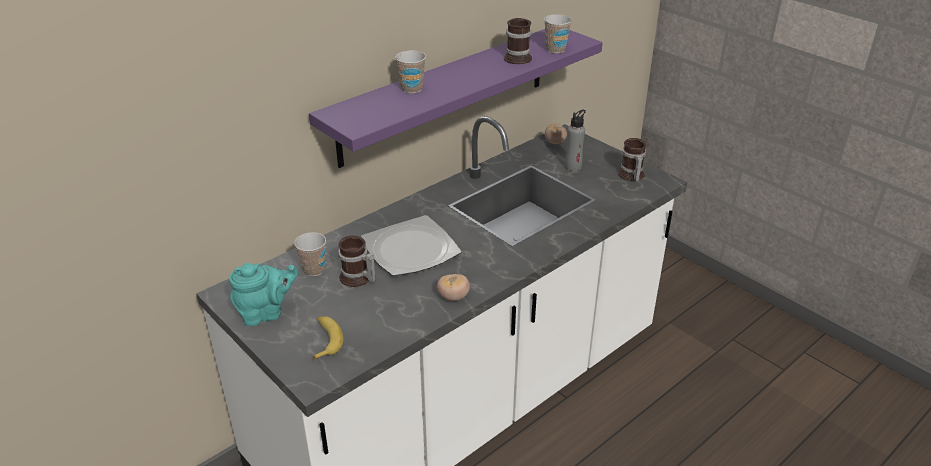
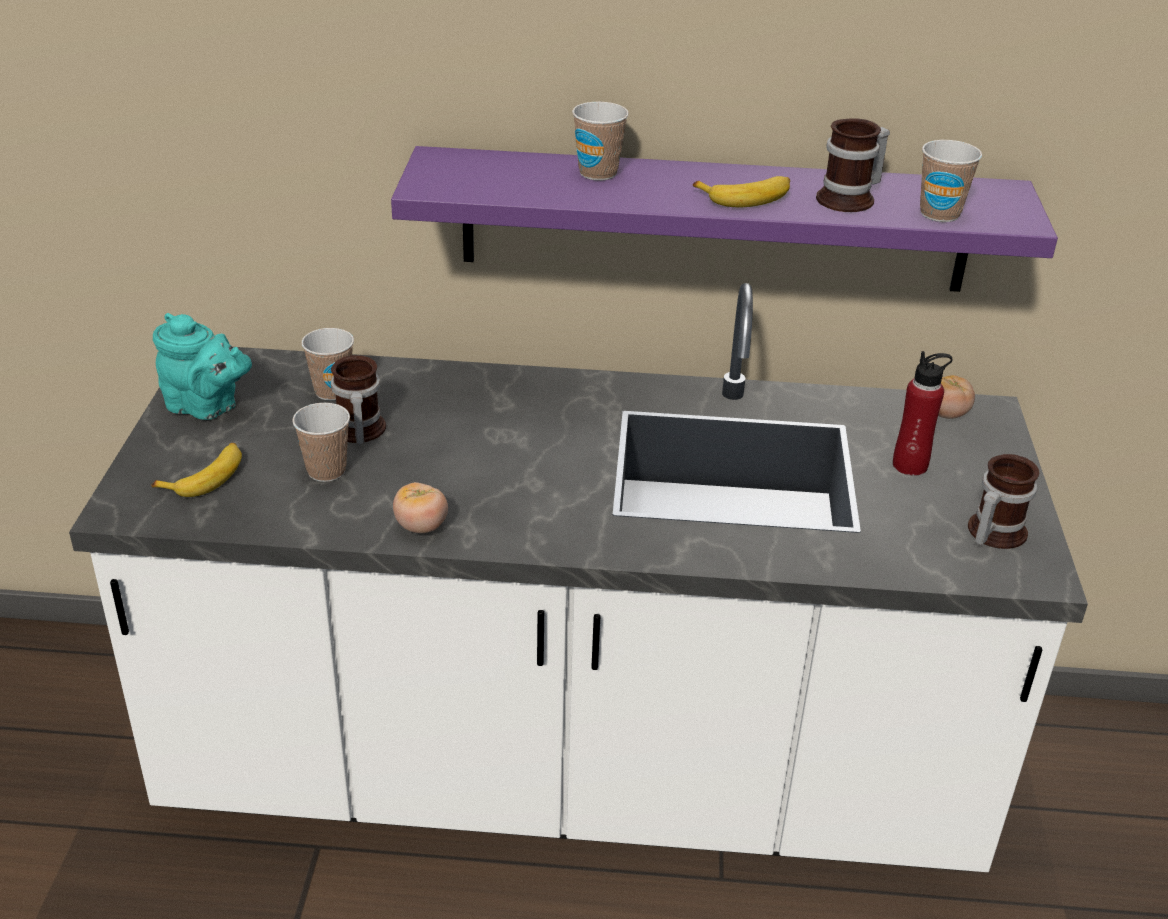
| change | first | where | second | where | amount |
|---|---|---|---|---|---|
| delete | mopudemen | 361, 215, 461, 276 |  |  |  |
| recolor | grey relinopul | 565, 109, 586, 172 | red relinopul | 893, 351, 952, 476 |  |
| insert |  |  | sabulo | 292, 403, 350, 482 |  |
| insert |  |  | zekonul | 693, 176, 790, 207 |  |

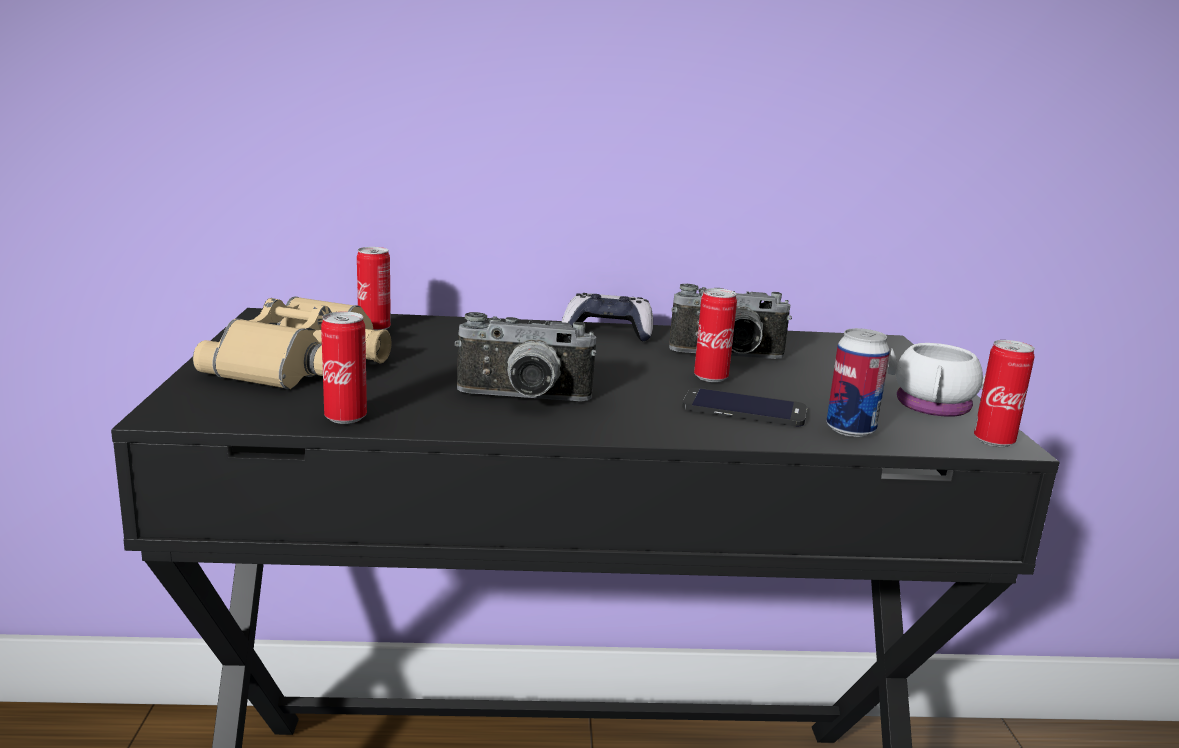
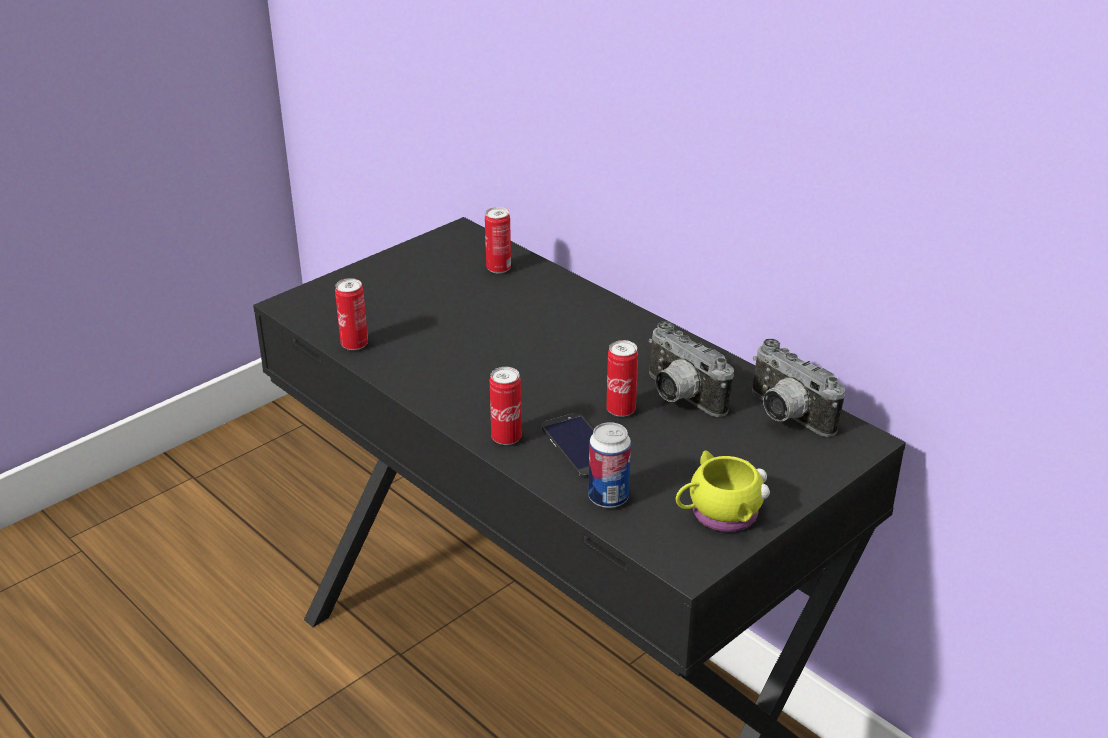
| change | first | where | second | where | amount |
|---|---|---|---|---|---|
| delete | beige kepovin | 193, 296, 392, 389 |  |  |  |
| move | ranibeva | 455, 312, 597, 401 |  | 752, 339, 845, 437 |  |
| delete | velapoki | 562, 293, 653, 342 |  |  |  |
| recolor | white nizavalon | 888, 343, 986, 417 | yellow nizavalon | 676, 450, 770, 532 |  |
| move | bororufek | 974, 340, 1035, 447 |  | 490, 367, 522, 445 |  |

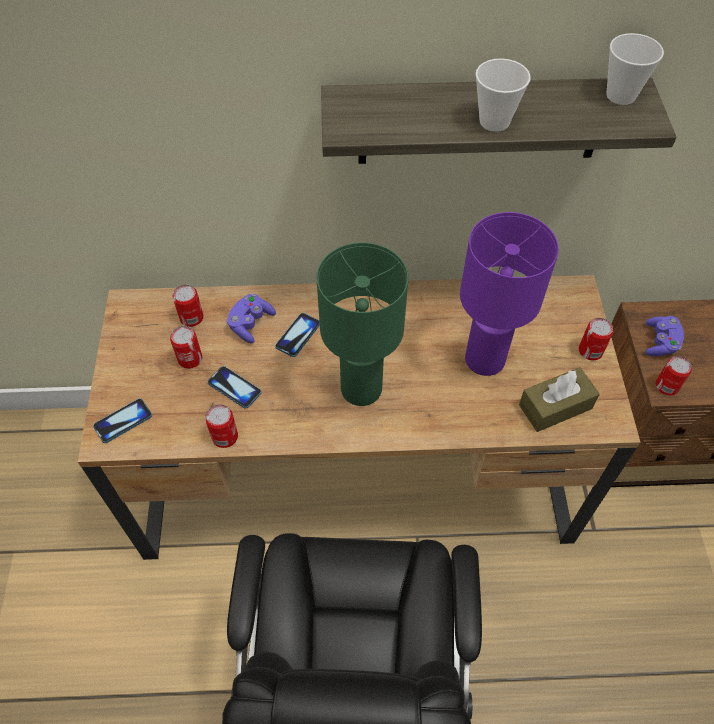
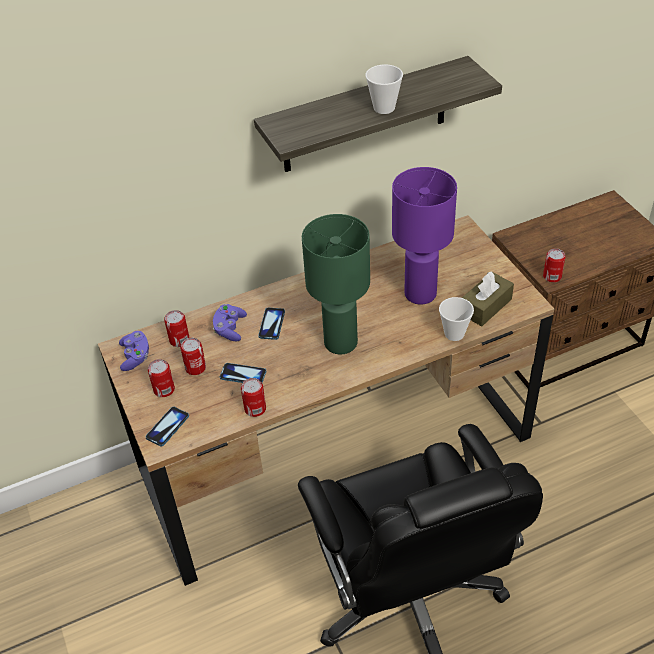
| change | first | where | second | where | amount |
|---|---|---|---|---|---|
| move | bororufek | 579, 318, 614, 360 |  | 148, 359, 175, 397 |  |
| move | sabulo | 606, 33, 664, 105 |  | 439, 297, 474, 341 |  |
| move | purple velapoki | 645, 316, 684, 357 |  | 119, 331, 149, 371 |  |

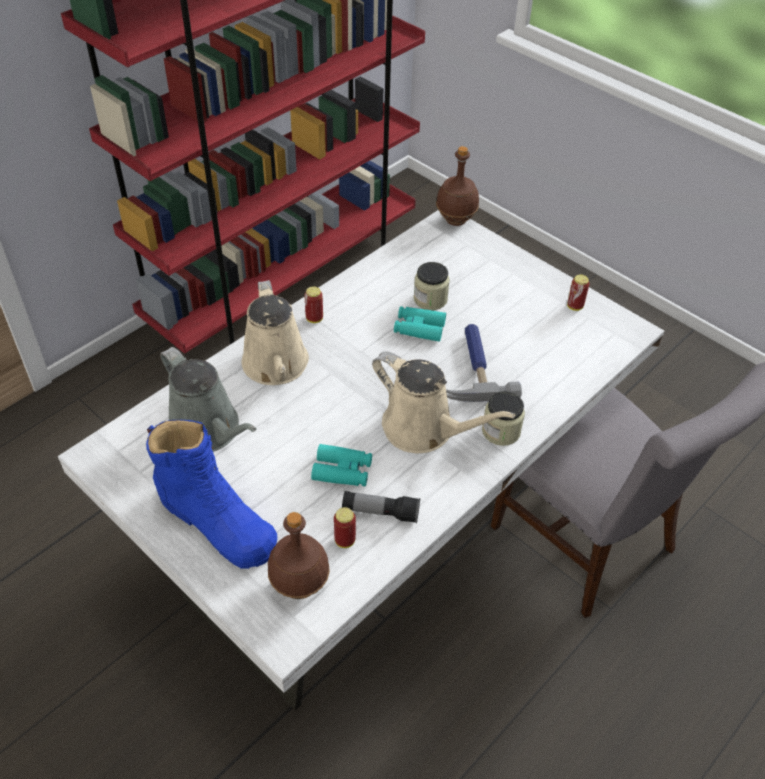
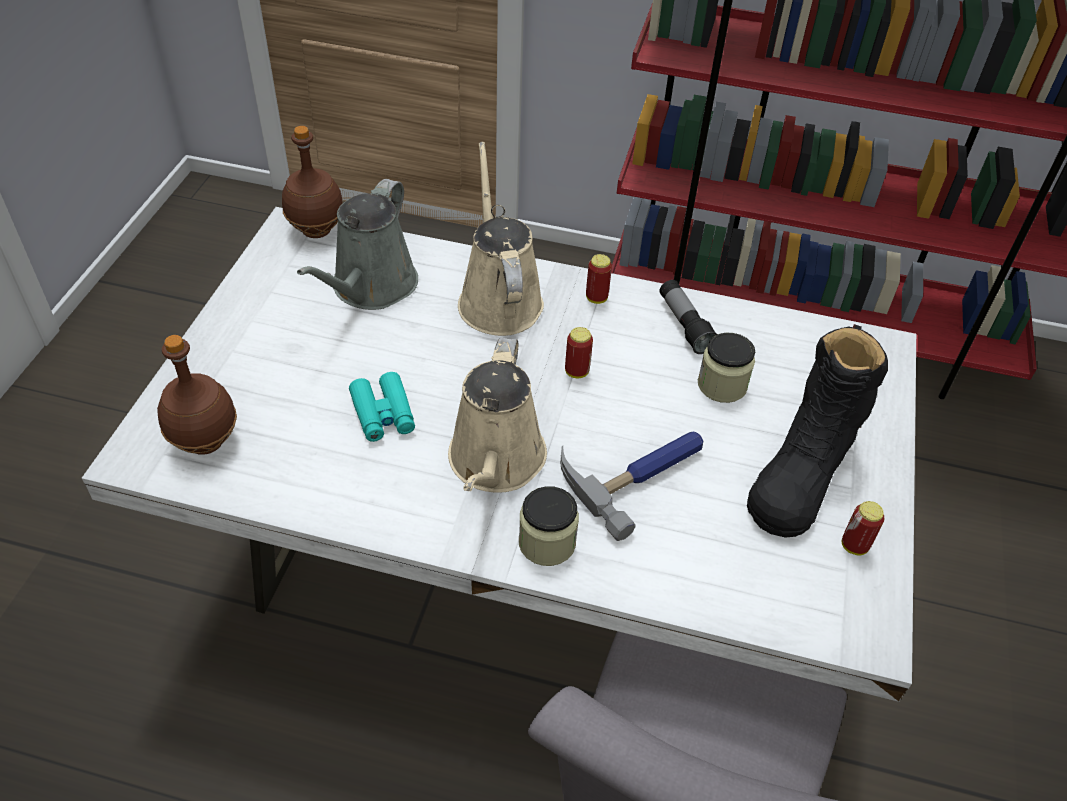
| change | first | where | second | where | amount |
|---|---|---|---|---|---|
| delete | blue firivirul | 146, 420, 277, 569 |  |  |  |
| rotate | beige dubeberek | 241, 280, 309, 385 |  | 458, 142, 544, 336 | 120 degrees clockwise |
| move | bororufek | 334, 507, 356, 548 |  | 565, 327, 593, 378 |  |
| move | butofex | 342, 491, 420, 523 |  | 659, 280, 718, 354 |  |
| delete | turquoise kepovin | 394, 306, 446, 342 |  |  |  |
| move | brown relinopul | 436, 146, 479, 226 |  | 282, 126, 343, 238 |  |
| insert |  |  | black firivirul | 747, 324, 888, 538 |  |

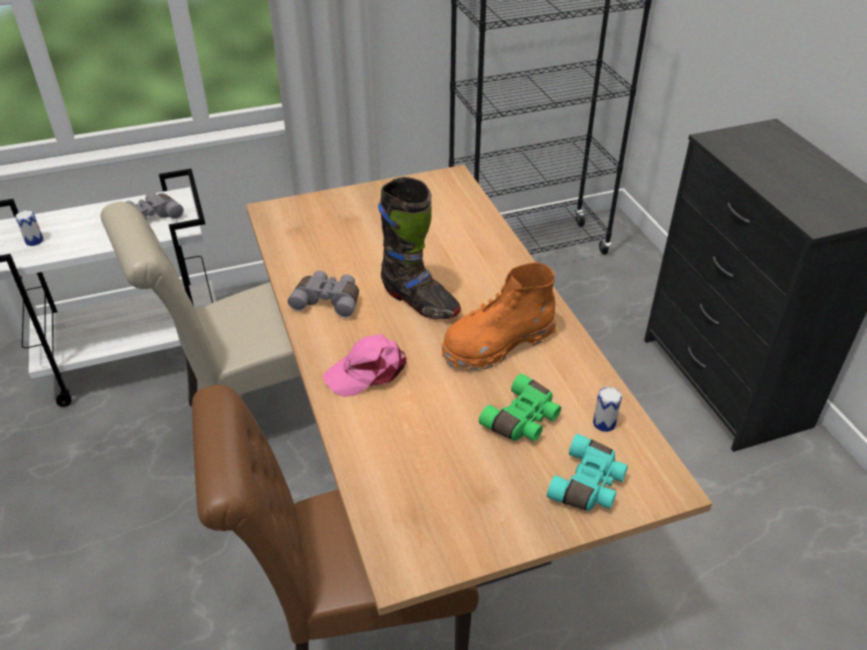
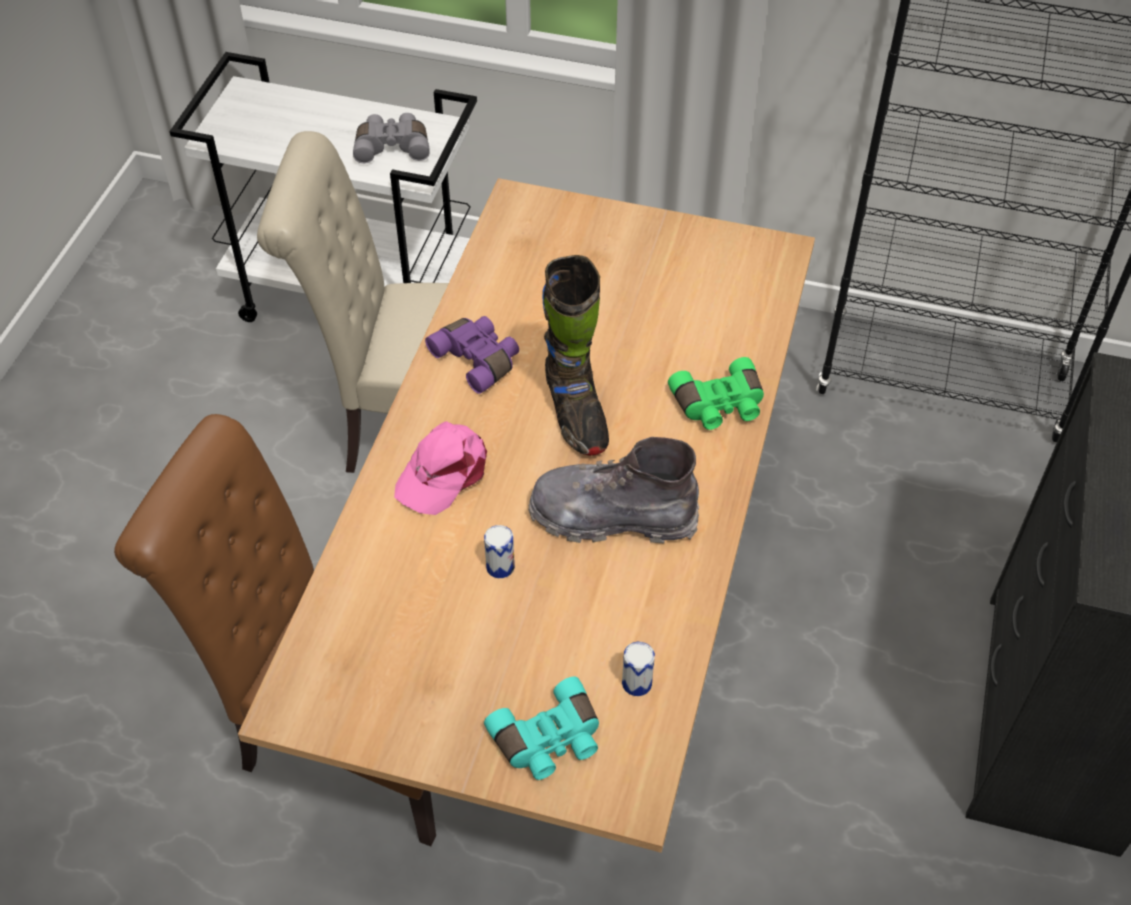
| change | first | where | second | where | amount |
|---|---|---|---|---|---|
| move | bororufek | 15, 210, 43, 246 |  | 484, 525, 515, 578 |  |
| recolor | grey kepovin | 288, 271, 359, 318 | purple kepovin | 425, 316, 519, 394 |  |
| rotate | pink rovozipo | 323, 334, 406, 397 |  | 394, 421, 487, 515 | 60 degrees counterclockwise |
| recolor | orange firivirul | 441, 262, 557, 370 | grey firivirul | 528, 437, 699, 544 |  |
| move | green kepovin | 479, 374, 561, 441 |  | 668, 357, 764, 430 |  |

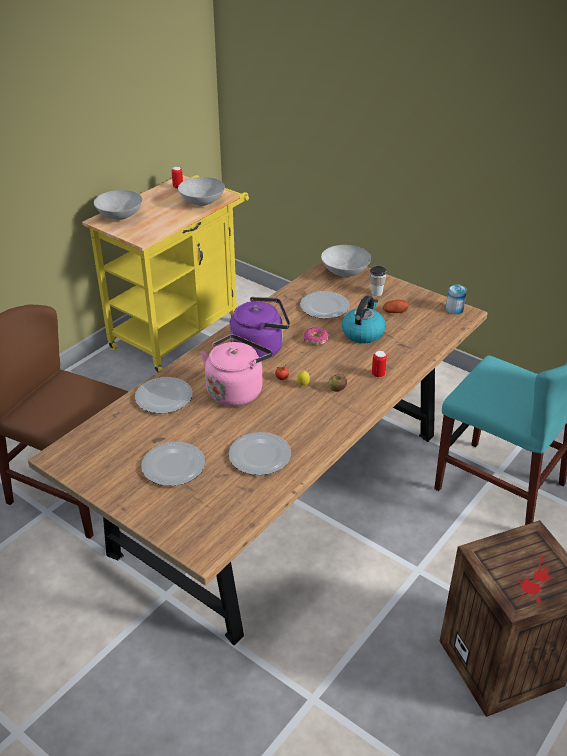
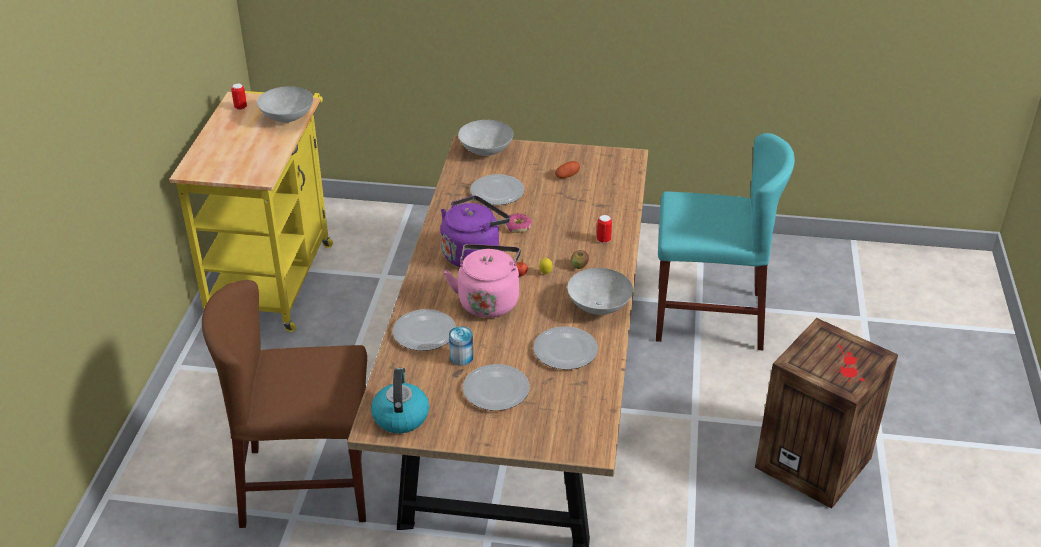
| change | first | where | second | where | amount |
|---|---|---|---|---|---|
| move | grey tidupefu | 94, 190, 142, 220 |  | 567, 268, 633, 315 |  |
| move | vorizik | 342, 295, 386, 343 |  | 371, 368, 429, 433 |  |
| delete | sabulo | 370, 266, 387, 296 |  |  |  |
| move | bororufek | 446, 284, 467, 315 |  | 449, 326, 473, 365 |  |

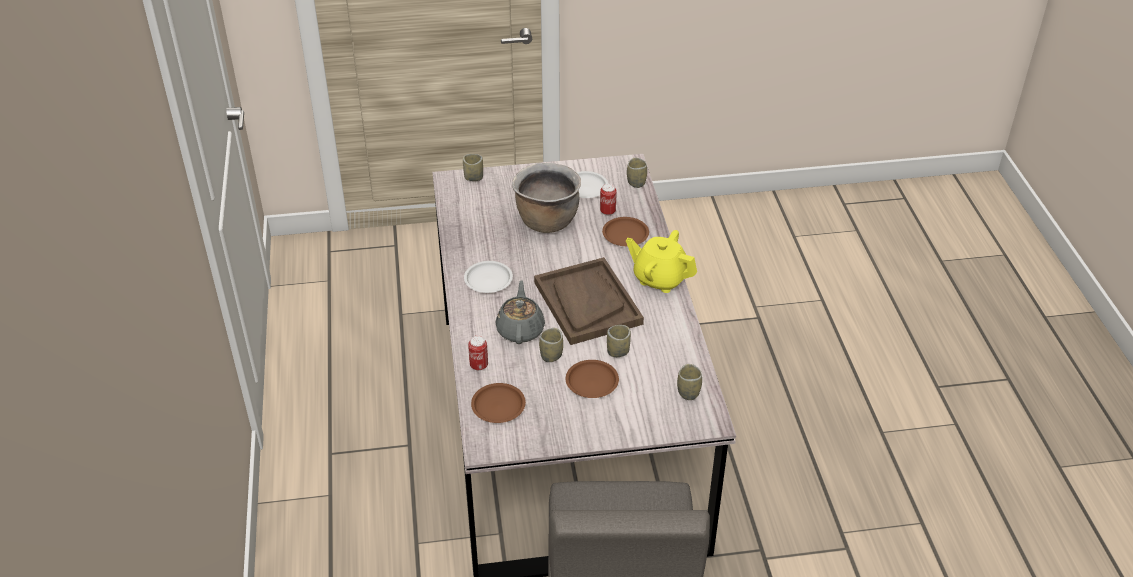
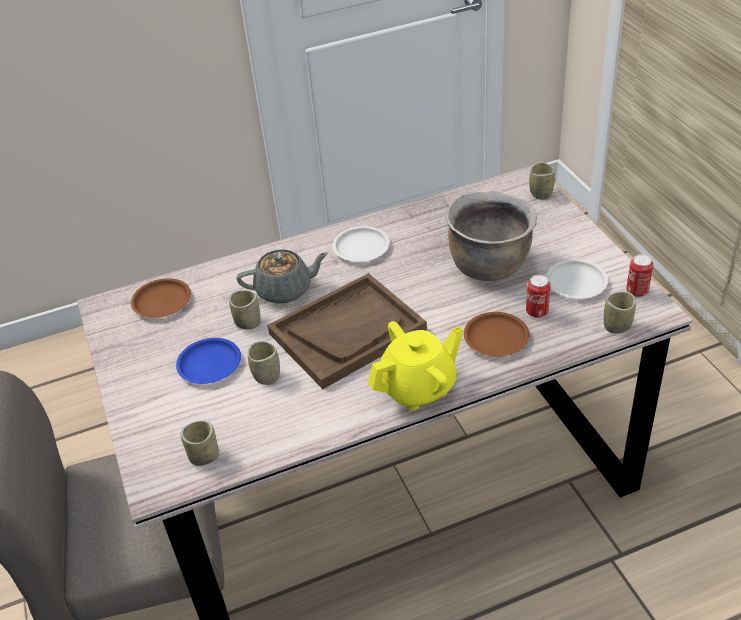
| change | first | where | second | where | amount |
|---|---|---|---|---|---|
| move | bororufek | 468, 336, 488, 371 |  | 626, 254, 653, 298 |  |
| recolor | brown mopudemen | 566, 360, 619, 398 | blue mopudemen | 176, 338, 241, 384 |  |
| rotate | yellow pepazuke | 626, 230, 697, 293 |  | 368, 321, 463, 410 | 45 degrees clockwise |

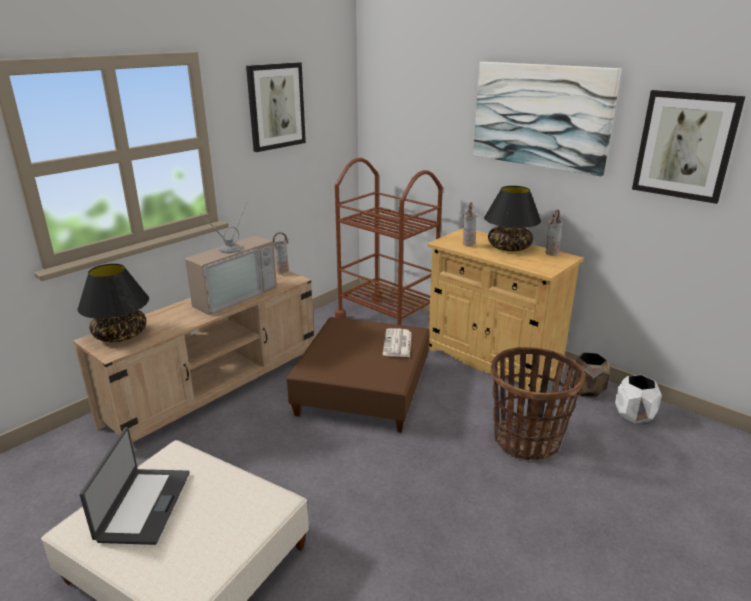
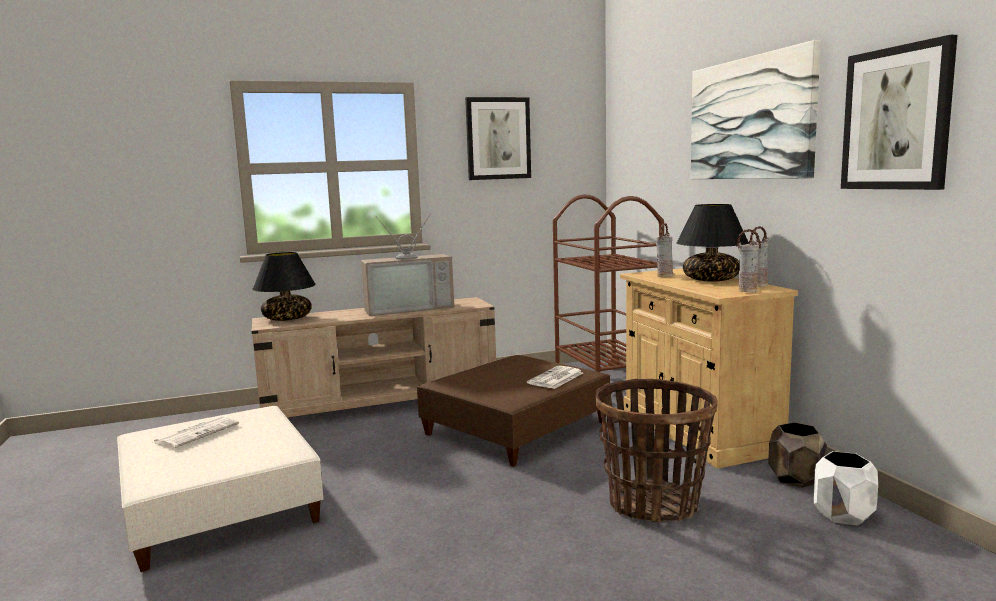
| change | first | where | second | where | amount |
|---|---|---|---|---|---|
| replace | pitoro | 80, 427, 189, 545 | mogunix | 152, 416, 239, 448 |  |
| move | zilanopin | 273, 232, 289, 275 |  | 736, 229, 762, 292 |  |

